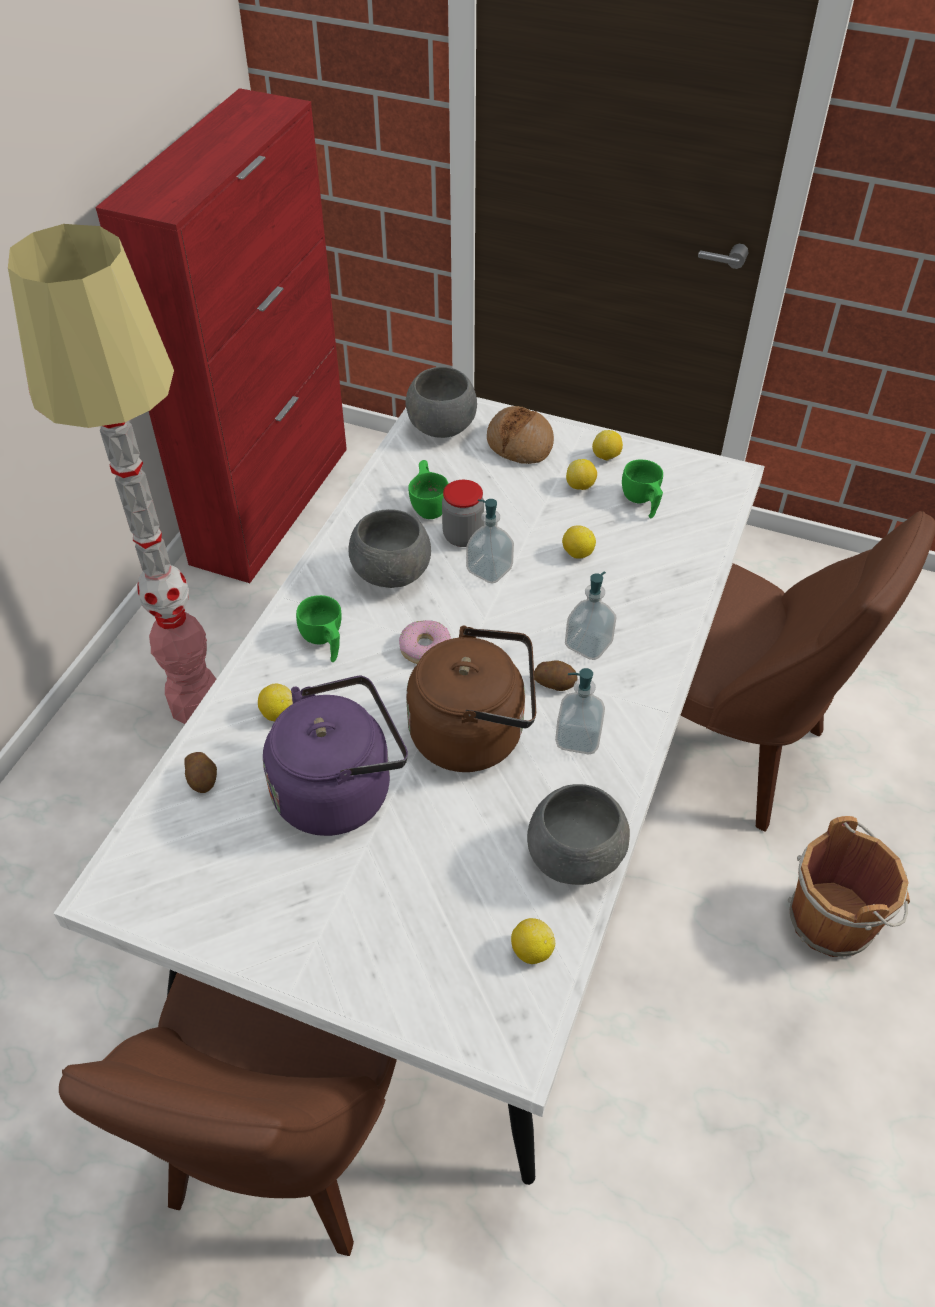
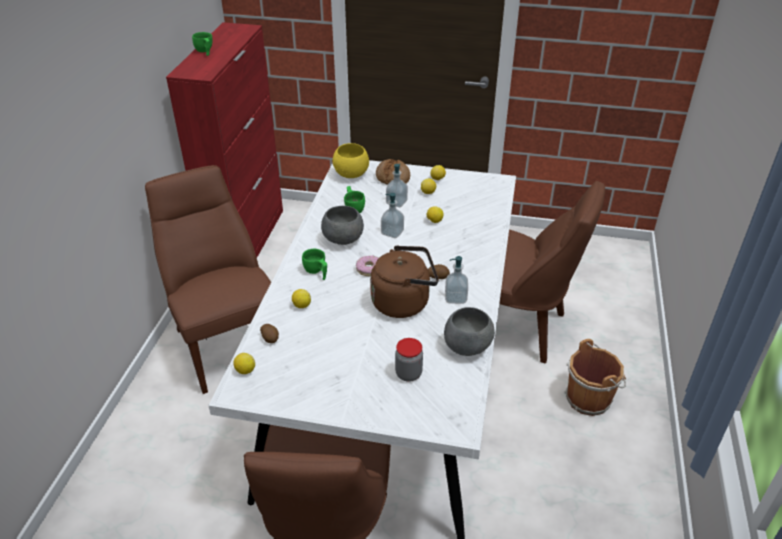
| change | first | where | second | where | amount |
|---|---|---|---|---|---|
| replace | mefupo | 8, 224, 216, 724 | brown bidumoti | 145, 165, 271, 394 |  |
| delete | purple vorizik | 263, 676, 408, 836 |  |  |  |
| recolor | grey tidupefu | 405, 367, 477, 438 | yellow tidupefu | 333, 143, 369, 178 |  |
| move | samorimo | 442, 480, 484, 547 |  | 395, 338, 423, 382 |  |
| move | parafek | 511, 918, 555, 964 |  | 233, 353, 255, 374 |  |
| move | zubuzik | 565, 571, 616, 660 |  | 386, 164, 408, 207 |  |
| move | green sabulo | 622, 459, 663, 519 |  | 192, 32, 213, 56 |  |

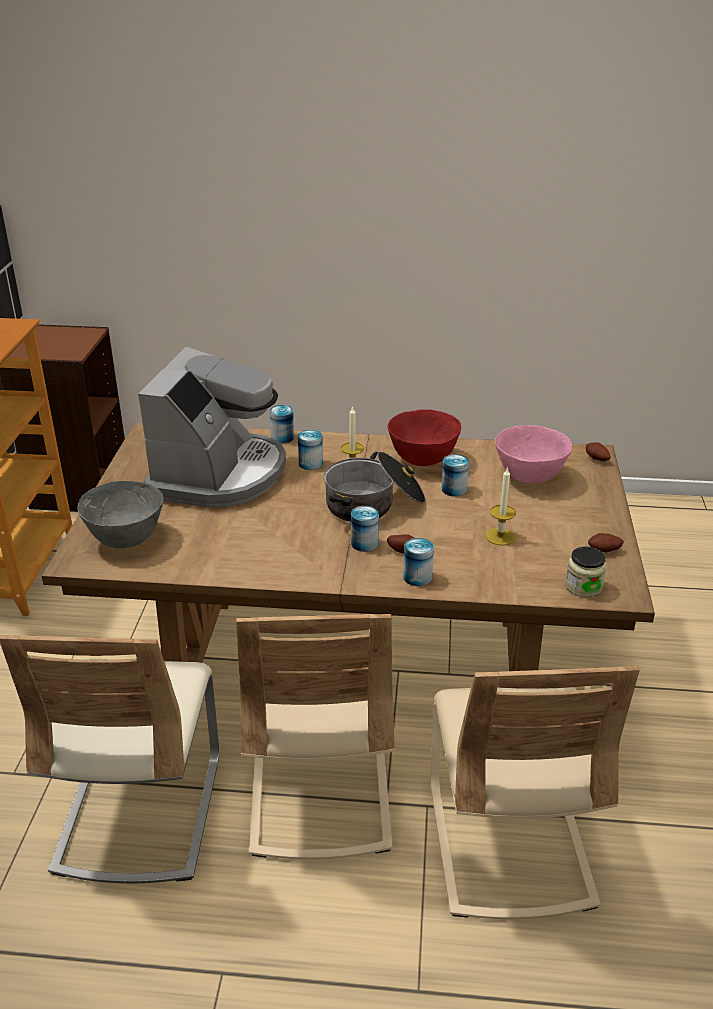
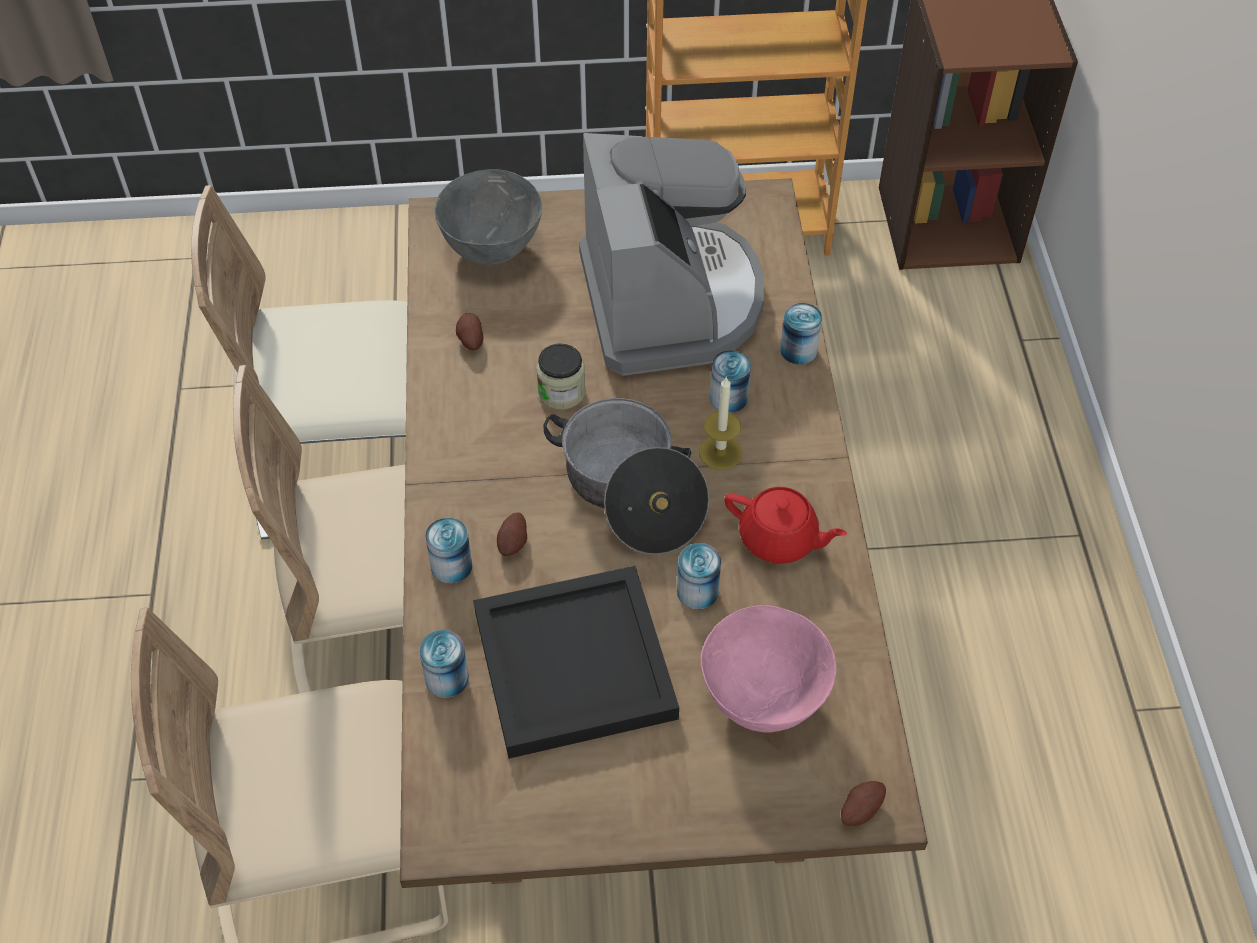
| change | first | where | second | where | amount |
|---|---|---|---|---|---|
| rotate | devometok | 138, 347, 286, 508 |  | 579, 133, 764, 376 | 105 degrees counterclockwise |
| move | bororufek | 351, 506, 379, 552 |  | 419, 630, 469, 698 |  |
| replace | red tidupefu | 388, 409, 461, 466 | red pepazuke | 724, 487, 847, 564 |  |
| replace | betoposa | 486, 467, 516, 546 | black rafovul | 473, 566, 679, 759 |  |
| move | samorimo | 565, 547, 606, 598 |  | 536, 344, 585, 410 |  |
| move | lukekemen | 588, 533, 624, 552 |  | 456, 313, 483, 350 |  |

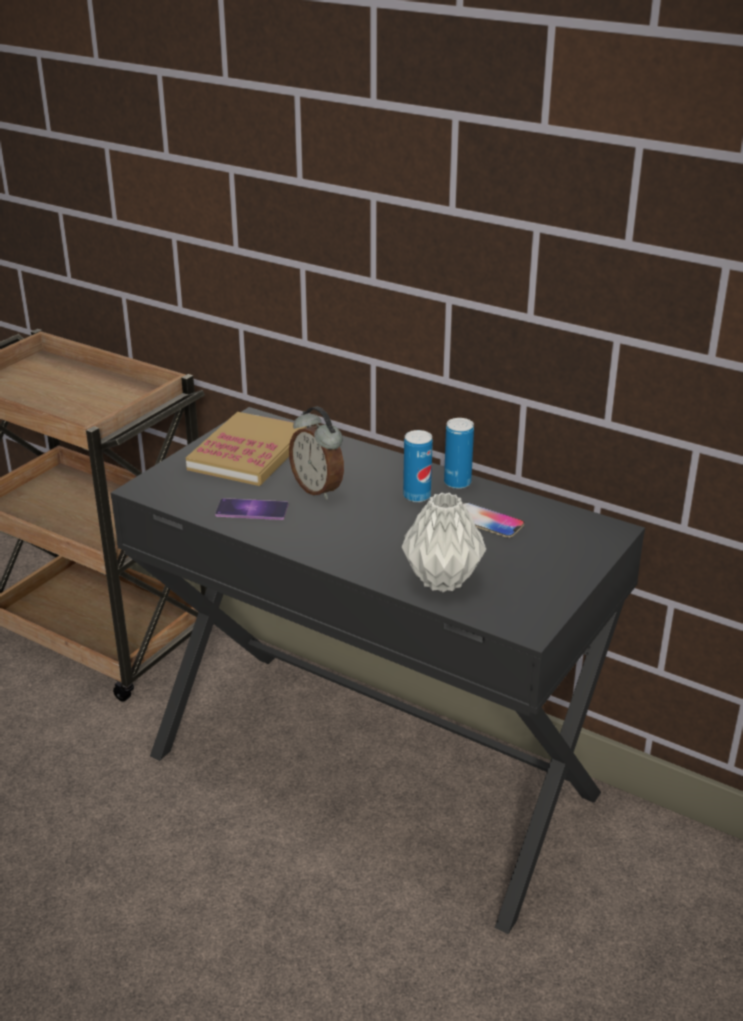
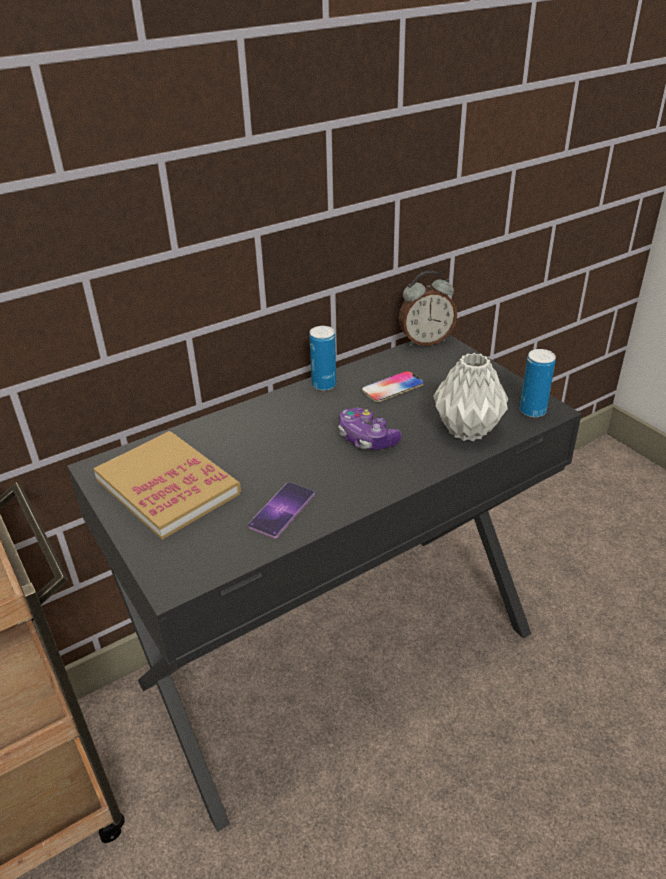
| change | first | where | second | where | amount |
|---|---|---|---|---|---|
| move | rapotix | 289, 406, 344, 500 |  | 399, 271, 457, 346 |  |
| move | bororufek | 403, 430, 433, 502 |  | 520, 349, 556, 417 |  |
| insert |  |  | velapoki | 339, 407, 402, 450 |  |

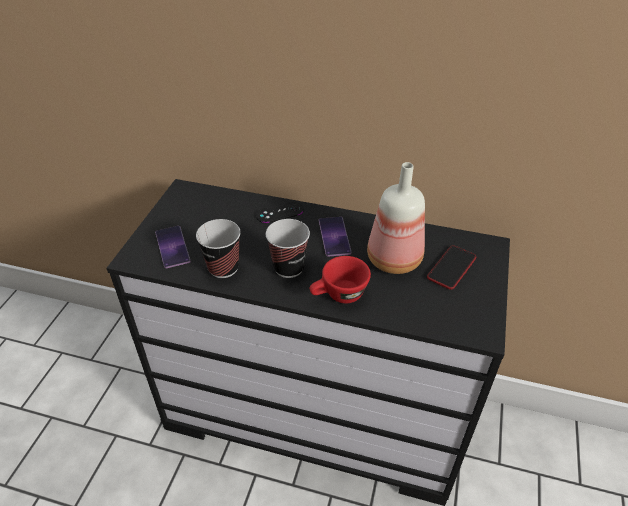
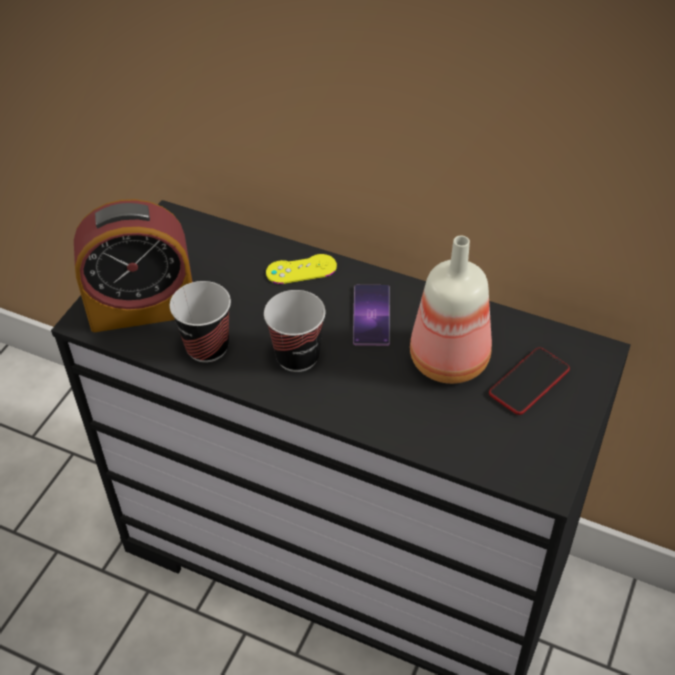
| change | first | where | second | where | amount |
|---|---|---|---|---|---|
| replace | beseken | 155, 226, 191, 268 | rapotix | 74, 199, 193, 332 |  |
| recolor | black velapoki | 256, 202, 304, 223 | yellow velapoki | 266, 254, 337, 284 |  |
| delete | red sabulo | 310, 256, 371, 303 |  |  |  |

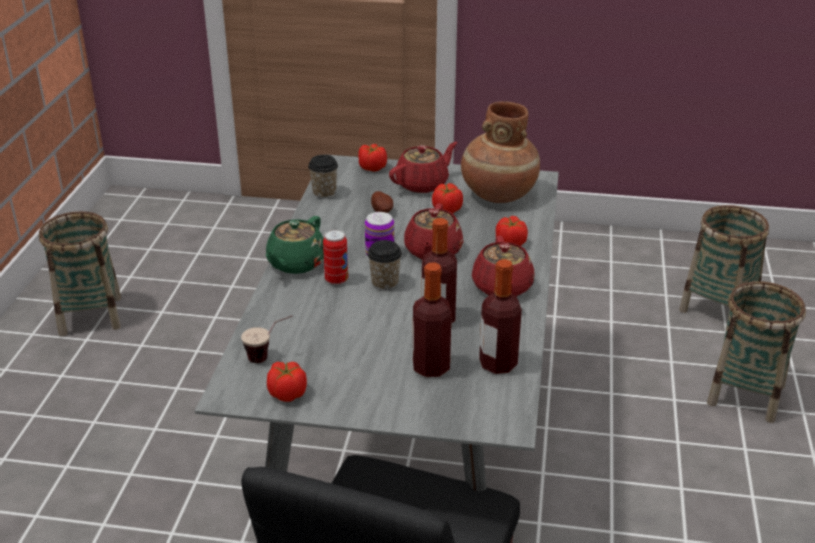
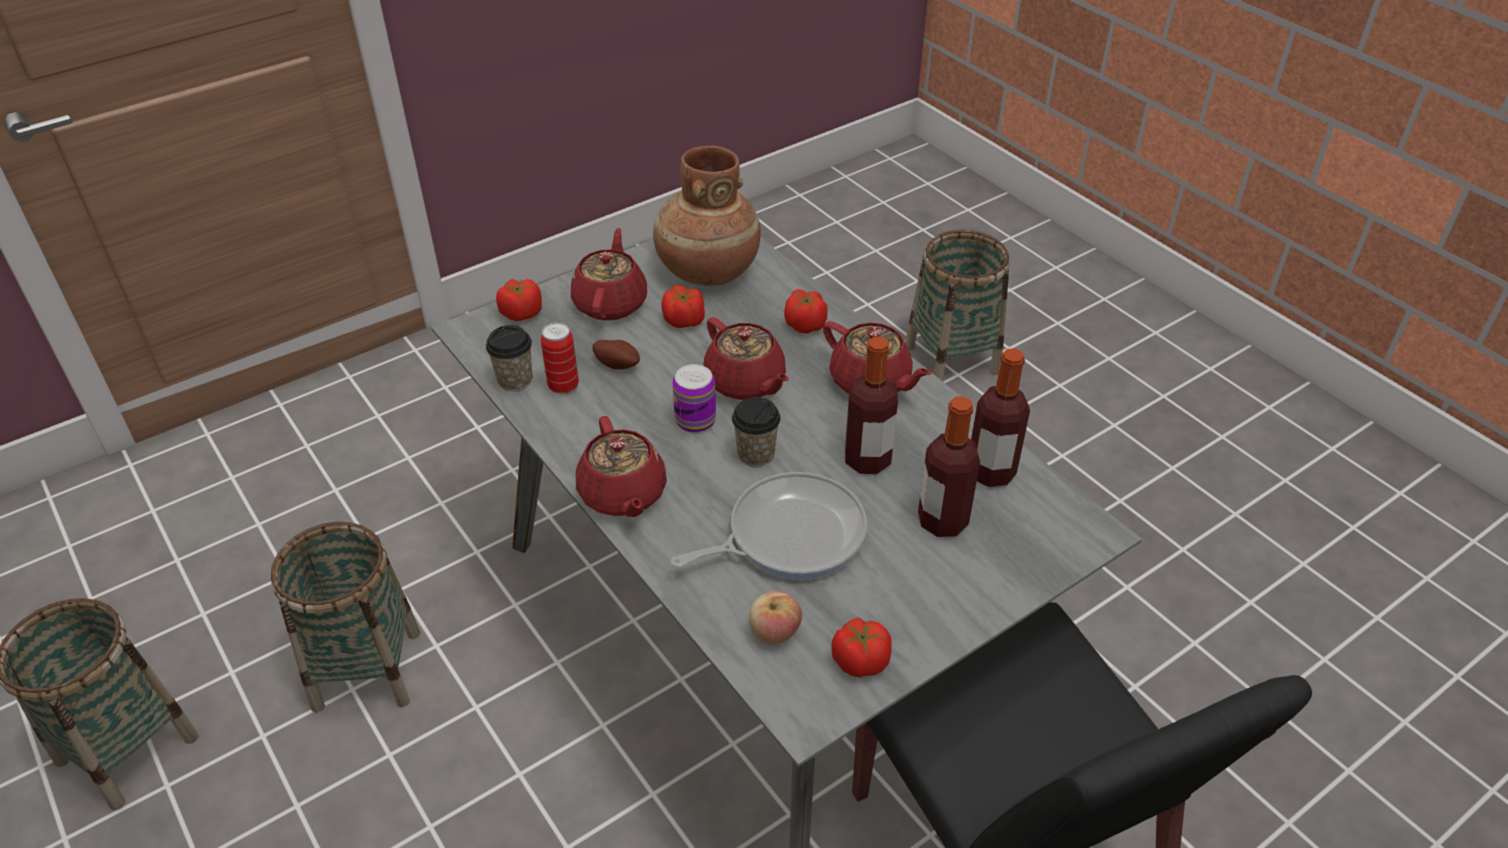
| change | first | where | second | where | amount |
|---|---|---|---|---|---|
| replace | sabulo | 241, 315, 292, 363 | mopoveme | 749, 591, 802, 645 |  |
| recolor | green pepazuke | 266, 216, 324, 274 | red pepazuke | 576, 416, 667, 517 |  |
| move | bororufek | 323, 229, 348, 285 |  | 541, 322, 579, 394 |  |
| move | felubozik | 679, 205, 769, 327 |  | 271, 522, 420, 713 |  |
| insert |  |  | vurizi | 671, 472, 867, 580 |  |

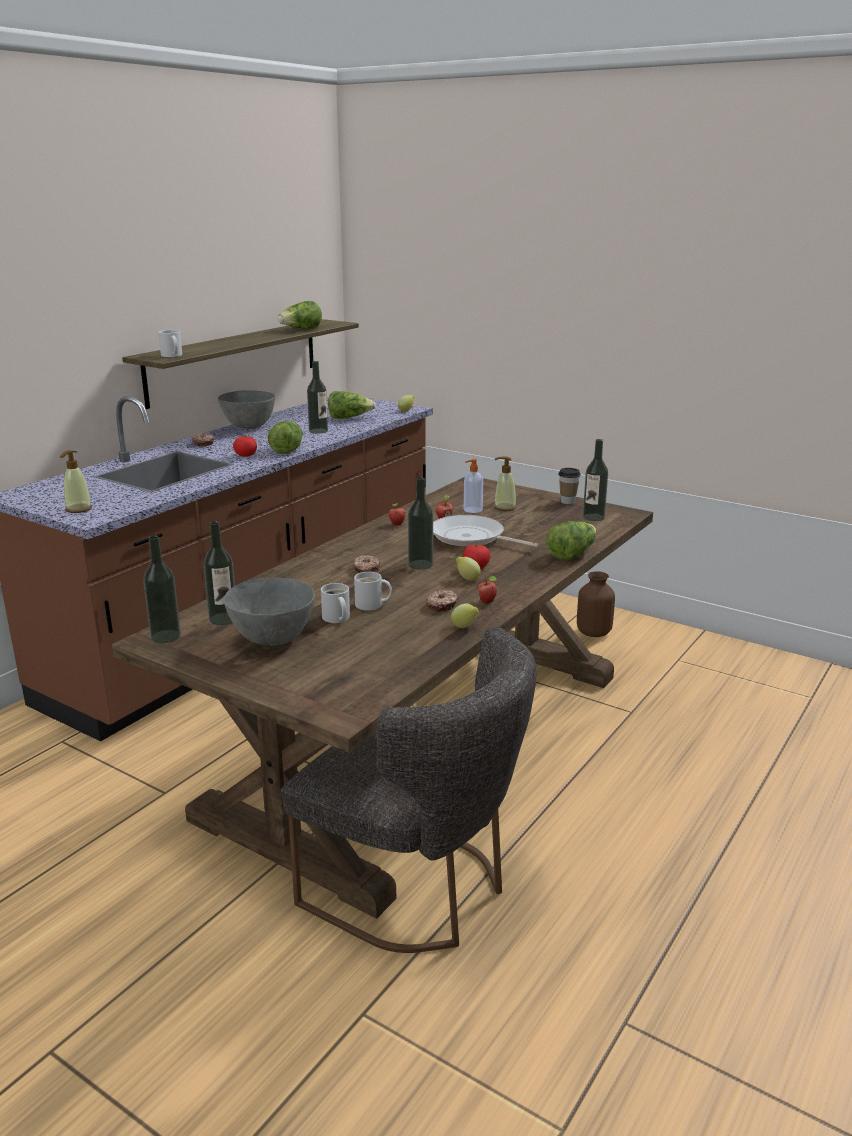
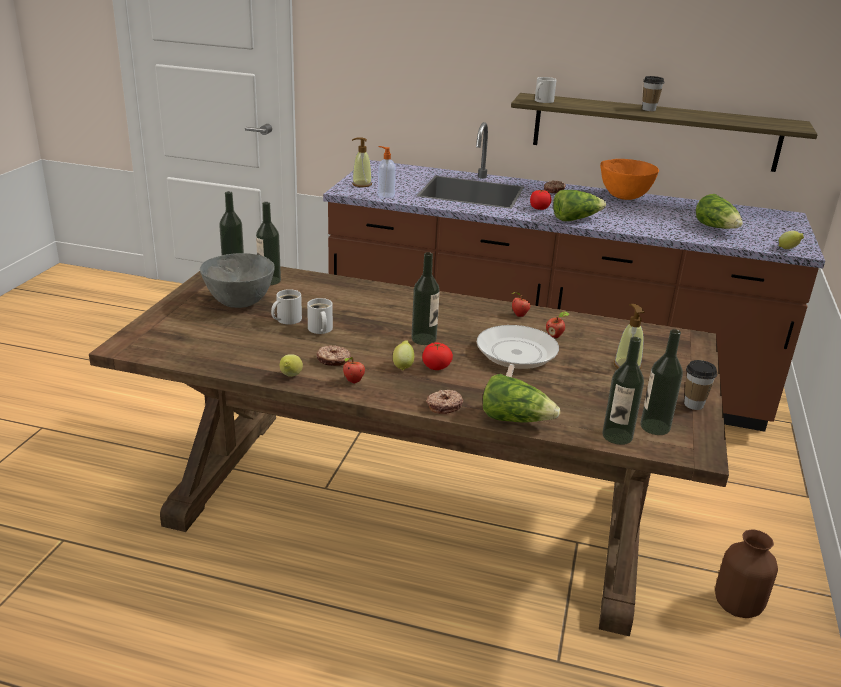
| change | first | where | second | where | amount |
|---|---|---|---|---|---|
| recolor | grey tidupefu | 218, 390, 275, 429 | orange tidupefu | 600, 159, 659, 200 |  |
| delete | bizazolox | 277, 301, 322, 329 |  |  |  |
| delete | grey bidumoti | 281, 627, 537, 953 |  |  |  |
| move | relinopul | 307, 361, 328, 434 |  | 602, 337, 644, 445 |  |
| move | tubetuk | 354, 555, 380, 573 |  | 426, 390, 463, 414 |  |
| move | zubuzik | 464, 459, 483, 513 |  | 378, 146, 396, 198 |  |
| insert |  |  | sabulo | 642, 76, 664, 111 |  |

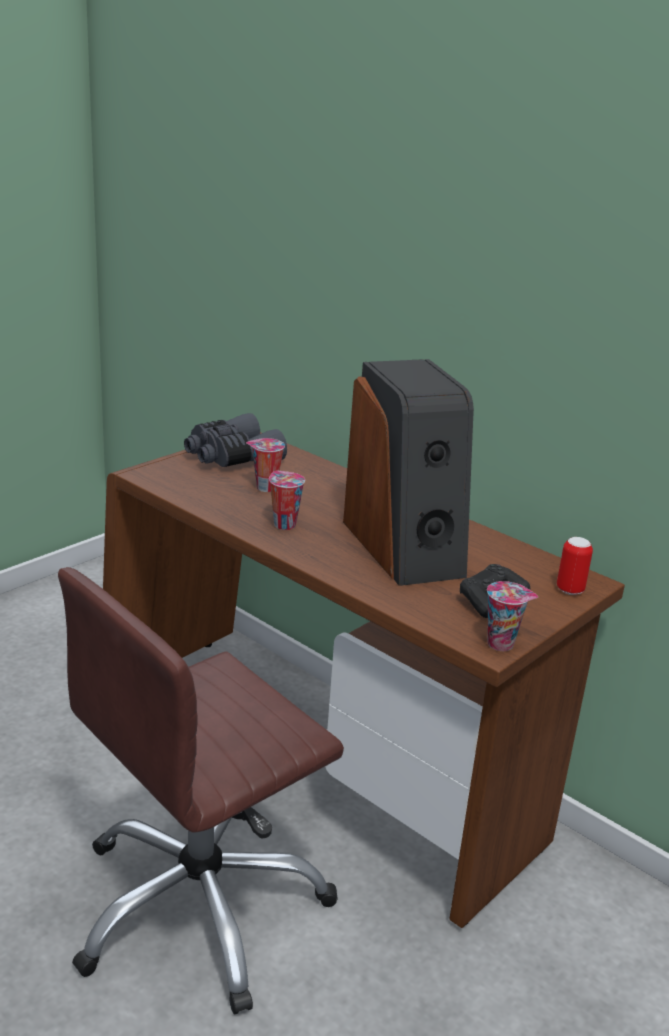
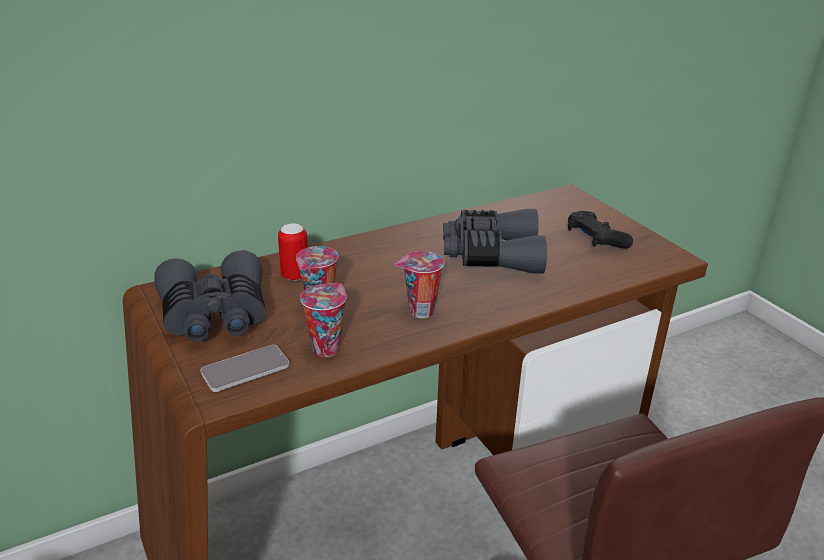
| change | first | where | second | where | amount |
|---|---|---|---|---|---|
| replace | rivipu | 343, 359, 474, 586 | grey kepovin | 443, 209, 547, 273 |  |
| move | sabulo | 487, 581, 538, 651 |  | 300, 283, 347, 357 |  |
| move | bororufek | 557, 537, 593, 595 |  | 278, 223, 308, 281 |  |
| insert |  |  | beseken | 200, 345, 289, 392 |  |

